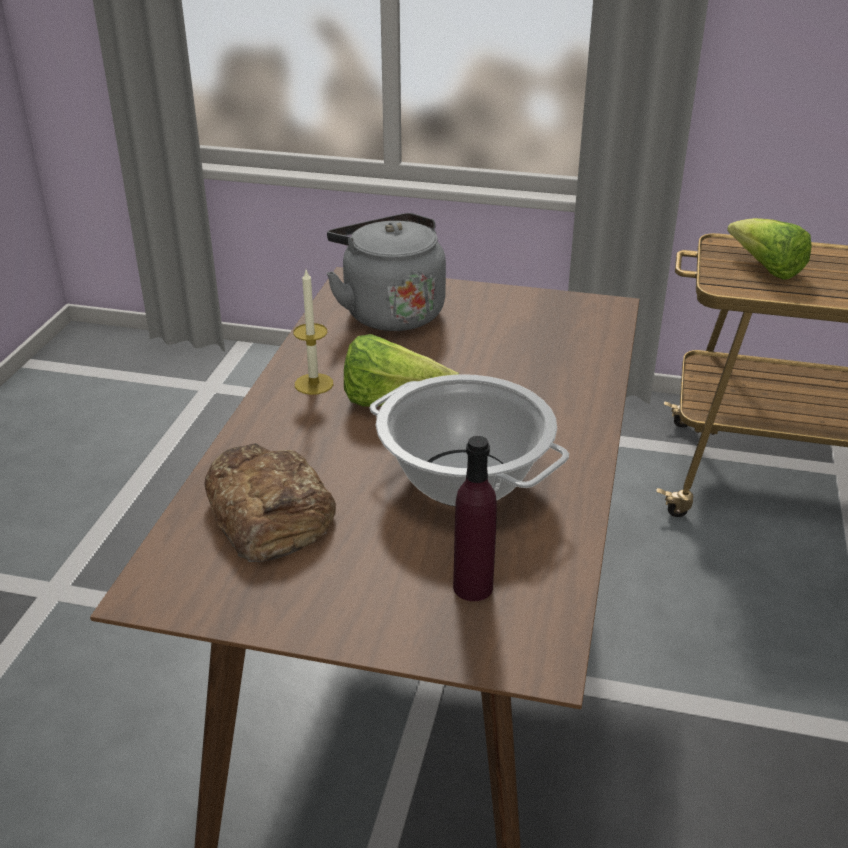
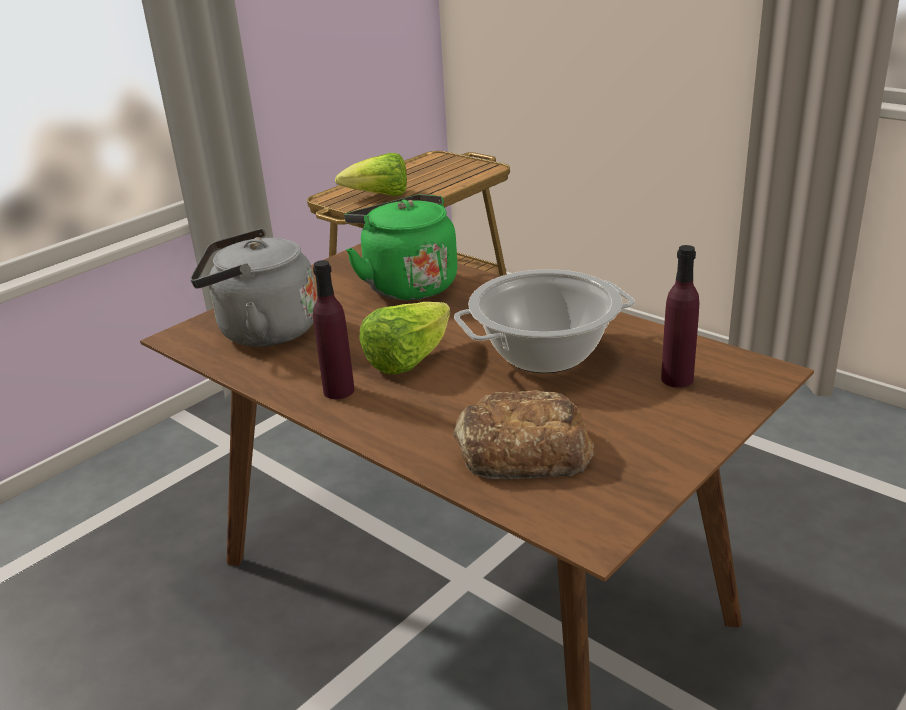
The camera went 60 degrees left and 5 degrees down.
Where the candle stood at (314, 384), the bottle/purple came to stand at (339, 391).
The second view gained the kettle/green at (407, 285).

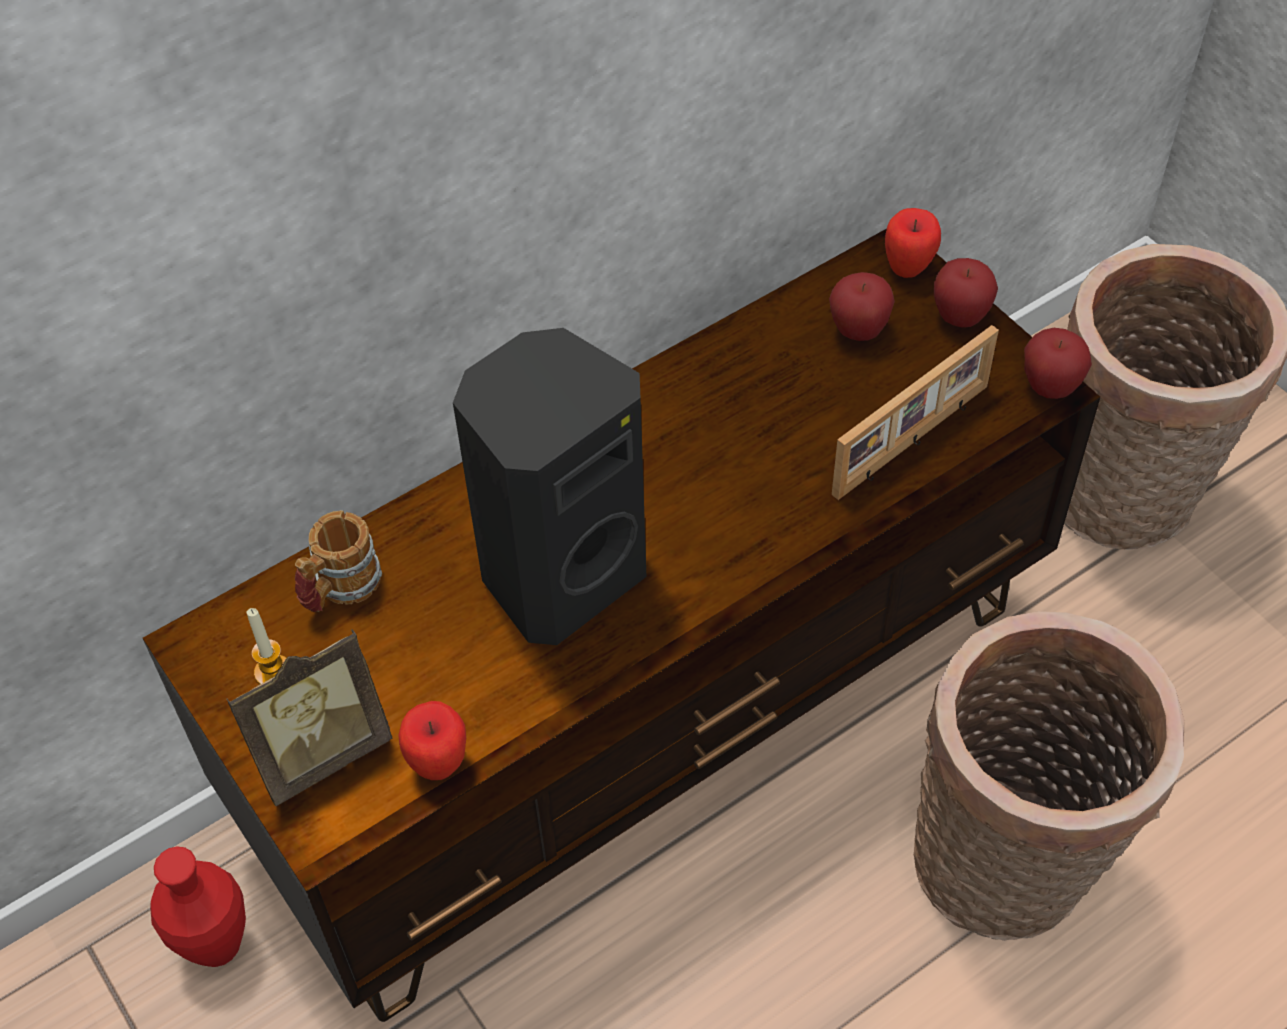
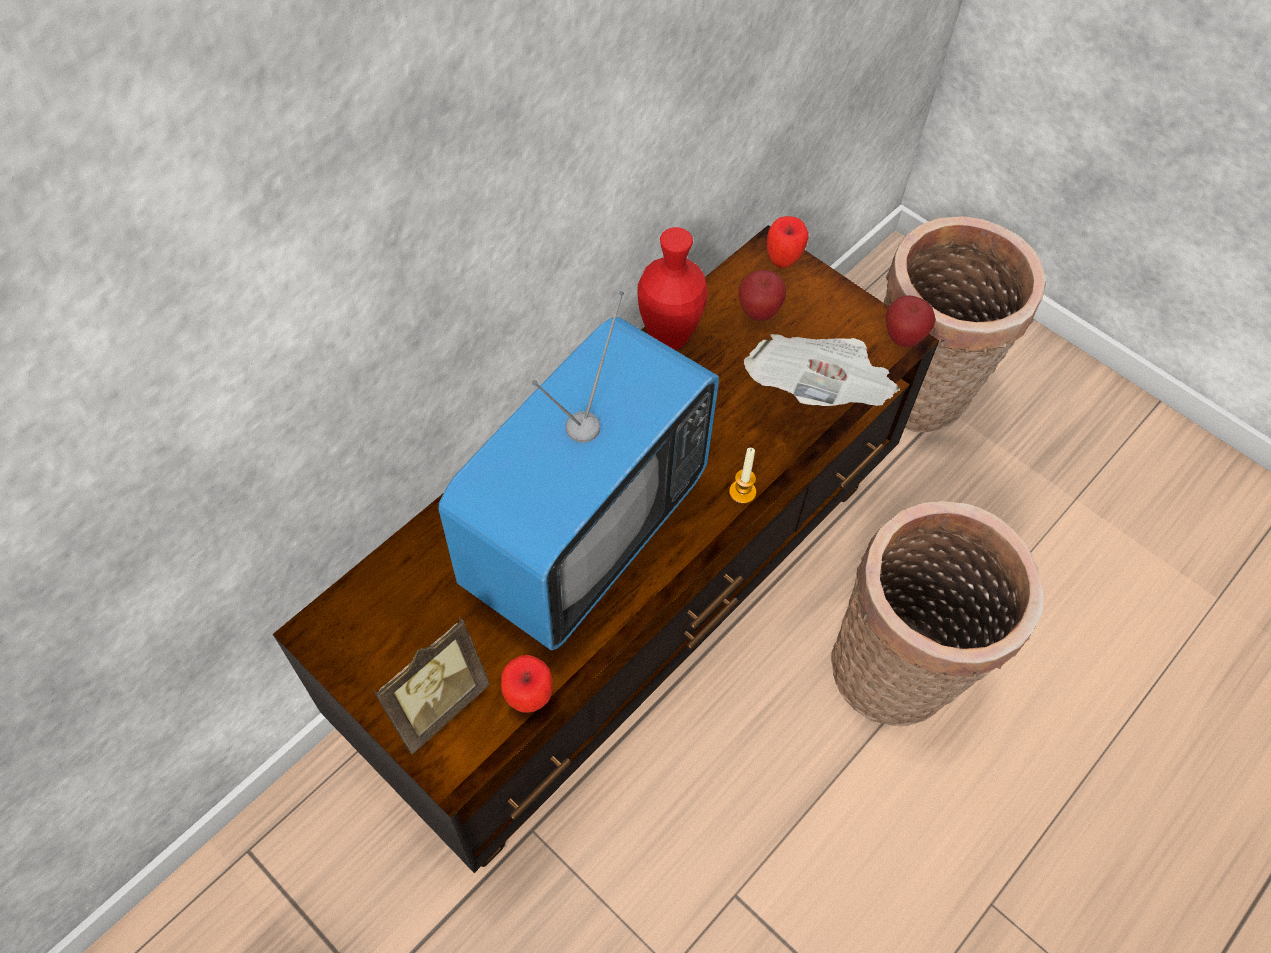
The camera went 15 degrees left and 5 degrees up.
The second view lost the apple at (960, 317).
Where the picture frame stood at (913, 441), the newspaper came to stand at (817, 392).
Where the speaker/black stood at (560, 574), the television came to stand at (585, 533).
The second view lost the mug at (340, 589).
The candle ended up elsewhere, having gone from (273, 672) to (742, 492).
The vase/red ended up elsewhere, having gone from (217, 946) to (669, 338).

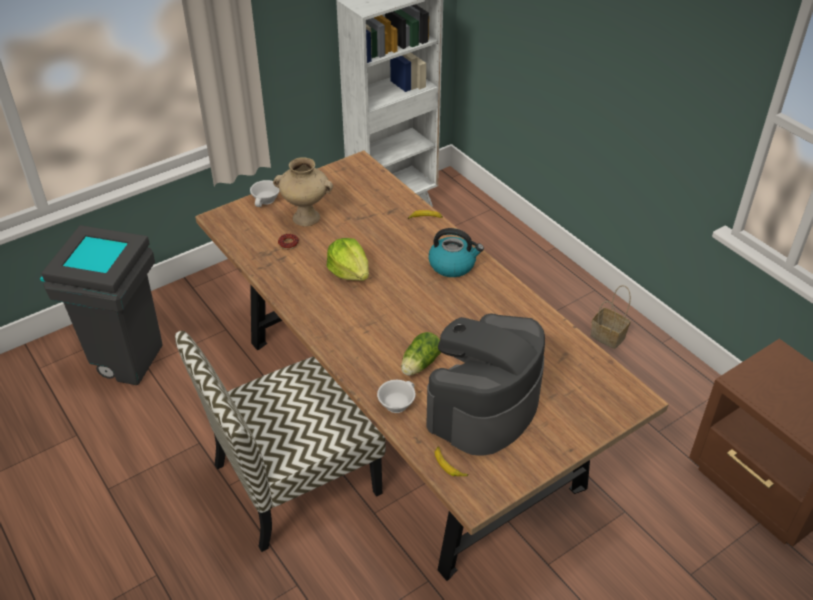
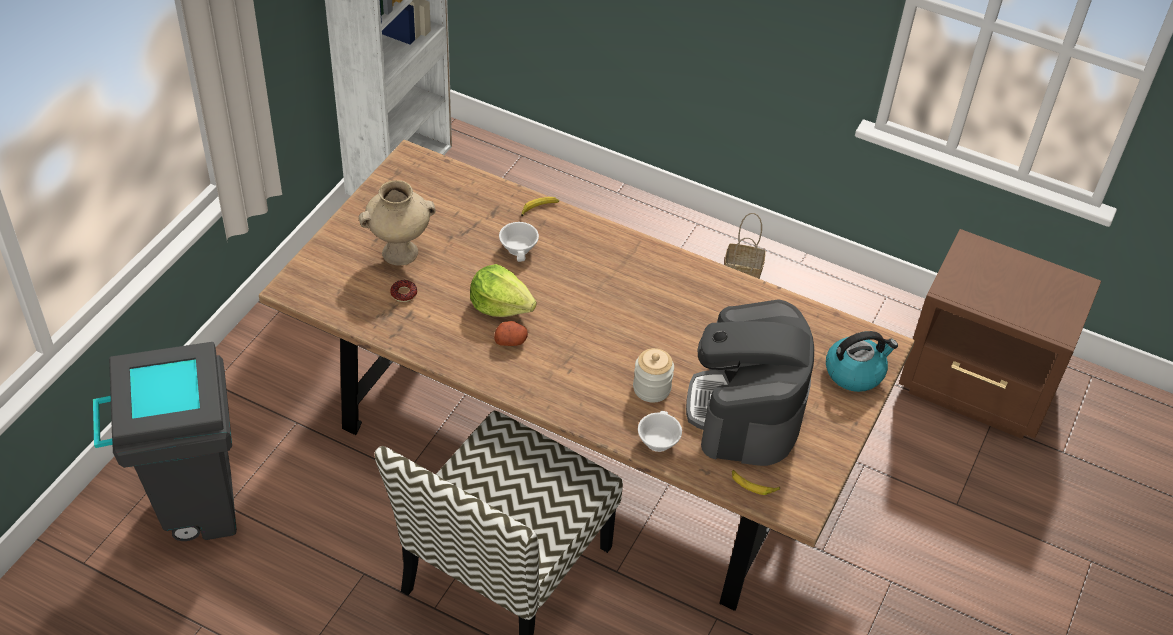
The camera went 30 degrees left and 5 degrees up.
The cup/white ended up elsewhere, having gone from (267, 200) to (520, 248).
The kettle ended up elsewhere, having gone from (453, 265) to (855, 372).
Where the lettuce stood at (419, 365), the jar came to stand at (651, 388).
The second view gained the potato at (511, 340).

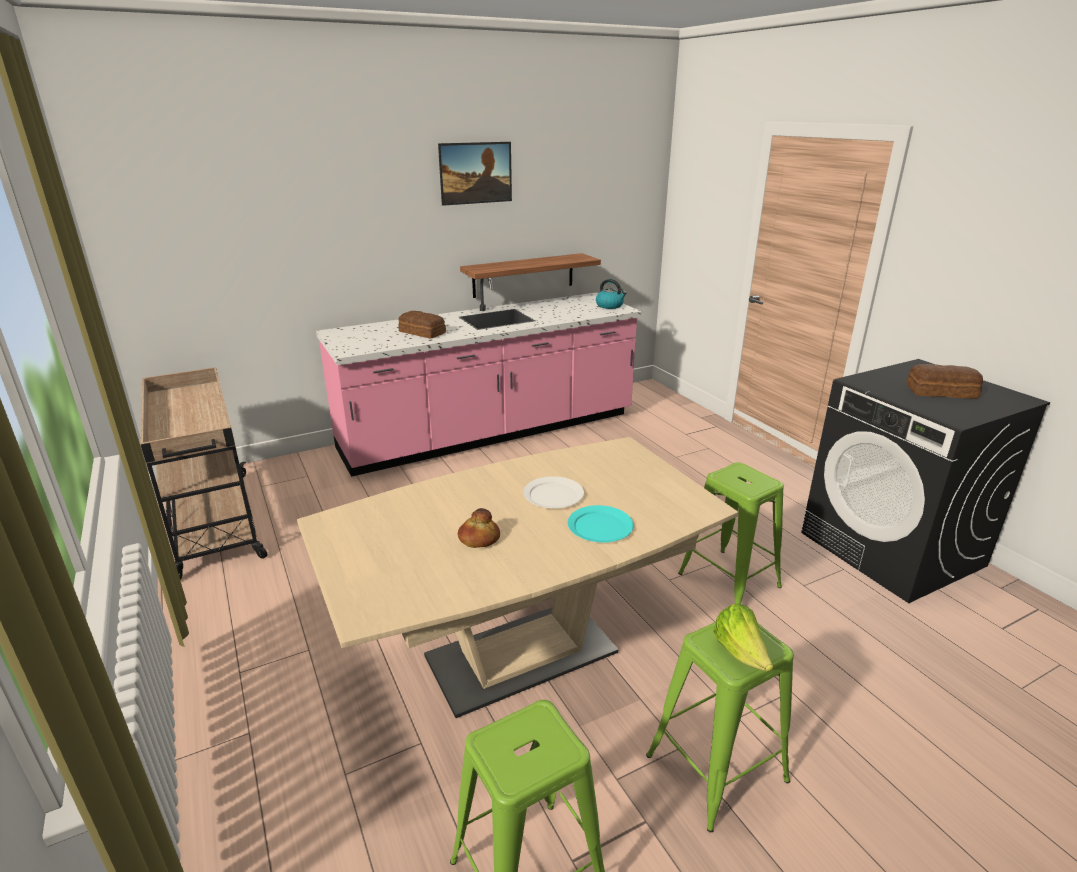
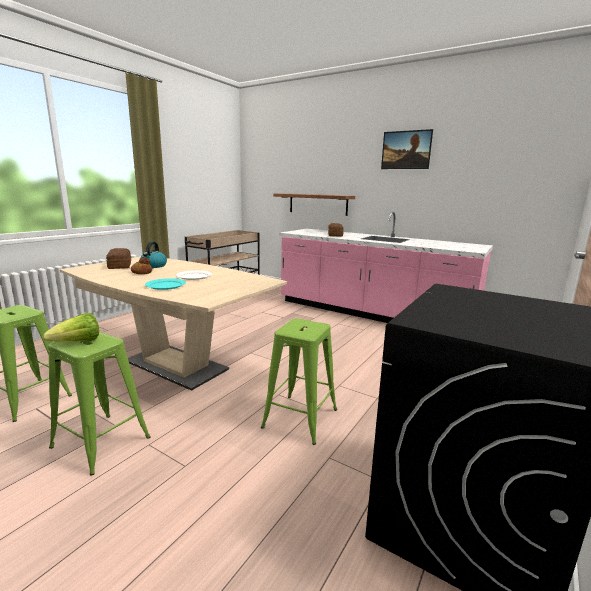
The camera went 60 degrees right and 10 degrees down.
The shelf ended up elsewhere, having gone from (523, 275) to (318, 204).
The kettle ended up elsewhere, having gone from (610, 306) to (153, 266).
The bread ended up elsewhere, having gone from (942, 392) to (119, 265).

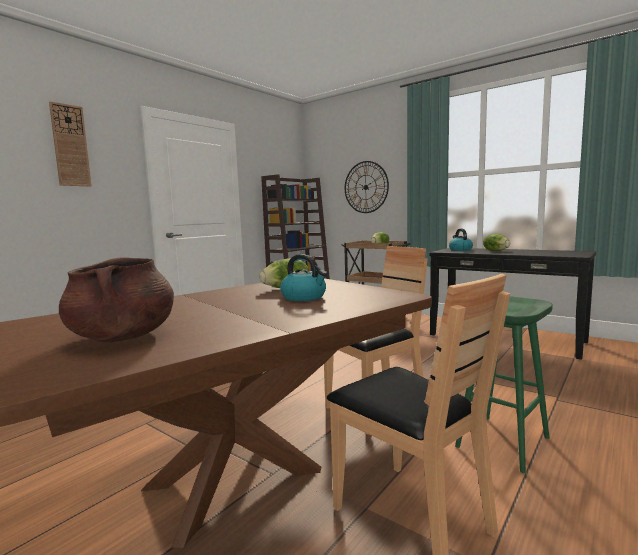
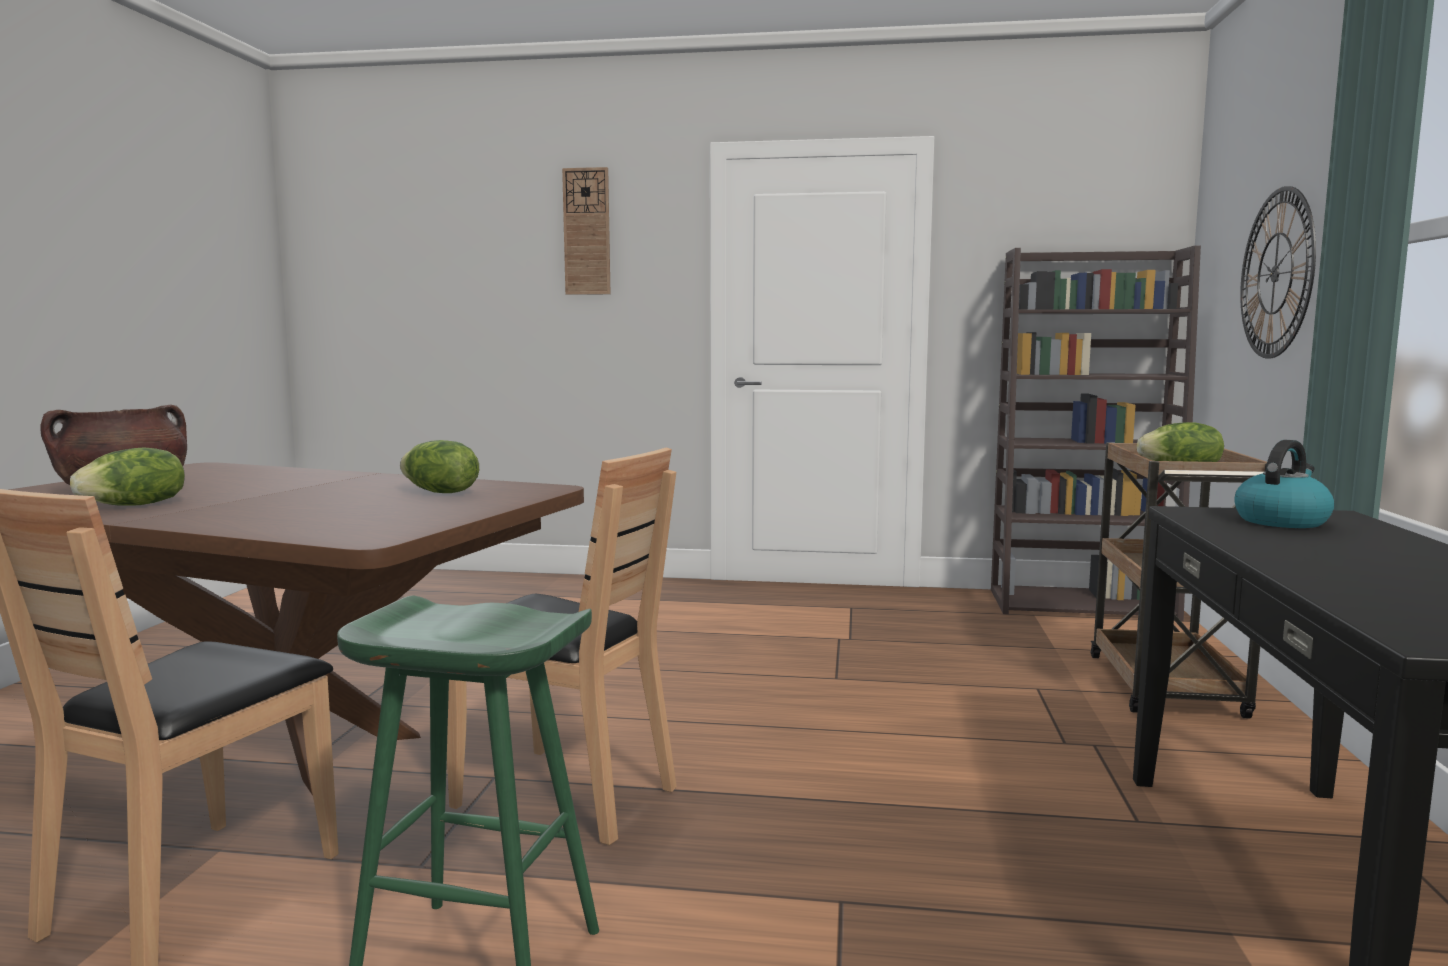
The camera went 60 degrees right and 0 degrees up.
The lettuce ended up elsewhere, having gone from (496, 251) to (136, 505).
The second view lost the kettle at (304, 297).

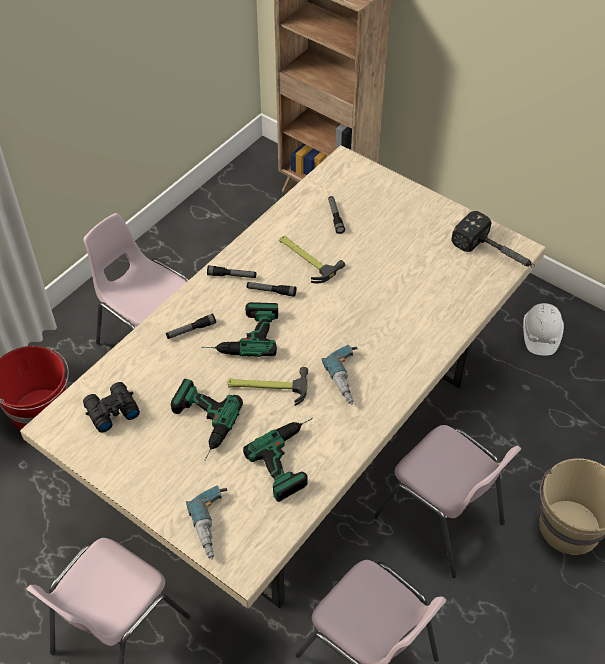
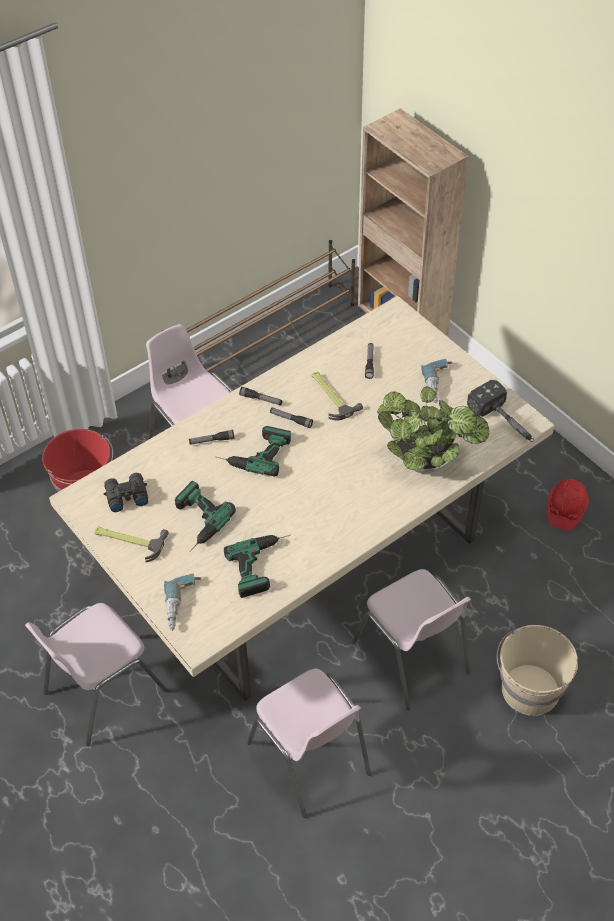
The camera went 15 degrees right and 0 degrees up.
What was the hard hat/white at (540, 335) turned into the hard hat/red at (565, 509).
The power drill ended up elsewhere, having gone from (349, 378) to (440, 385).
The hammer ended up elsewhere, having gone from (267, 387) to (129, 540).
The second view gained the shoe rack/brown at (264, 339).
The second view gained the potted plant at (428, 462).

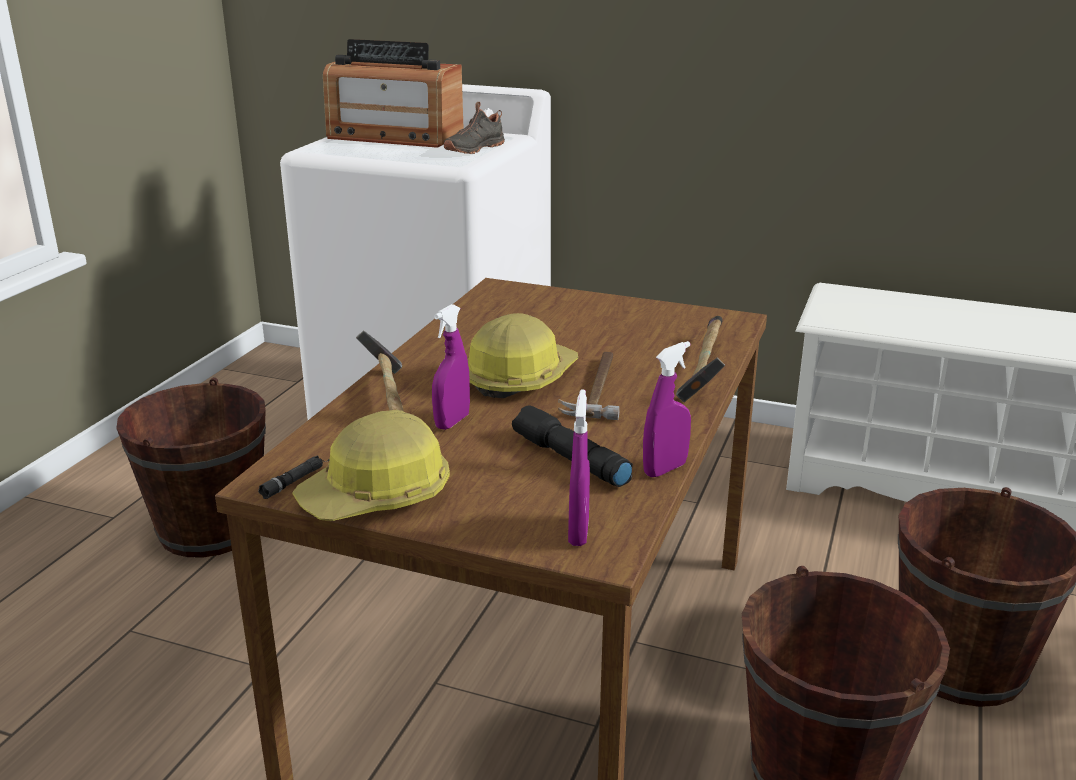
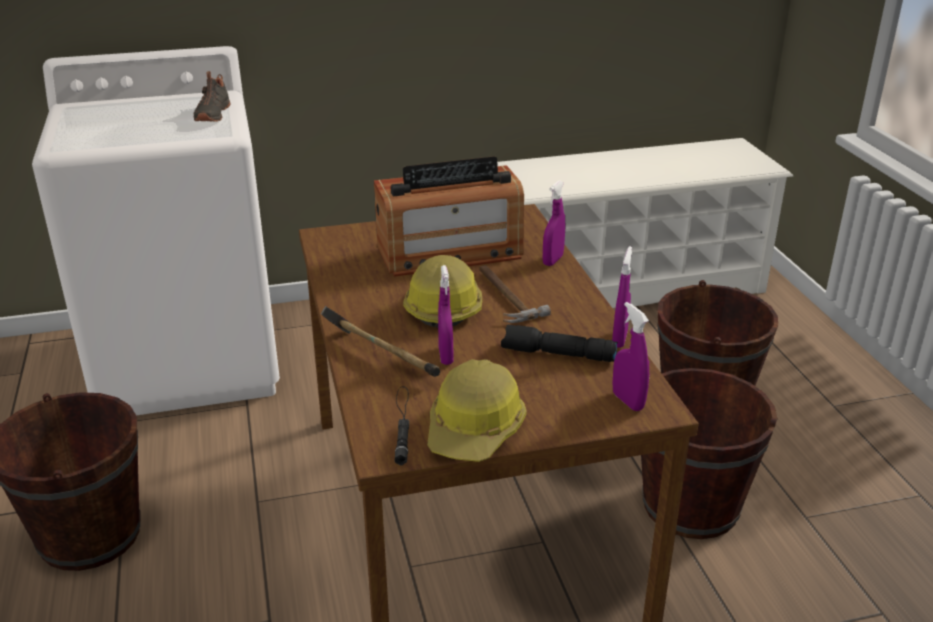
The camera went 35 degrees left and 5 degrees up.
The radio ended up elsewhere, having gone from (394, 136) to (449, 253).
Where the hammer stood at (703, 371), the spray bottle/purple came to stand at (553, 260).

